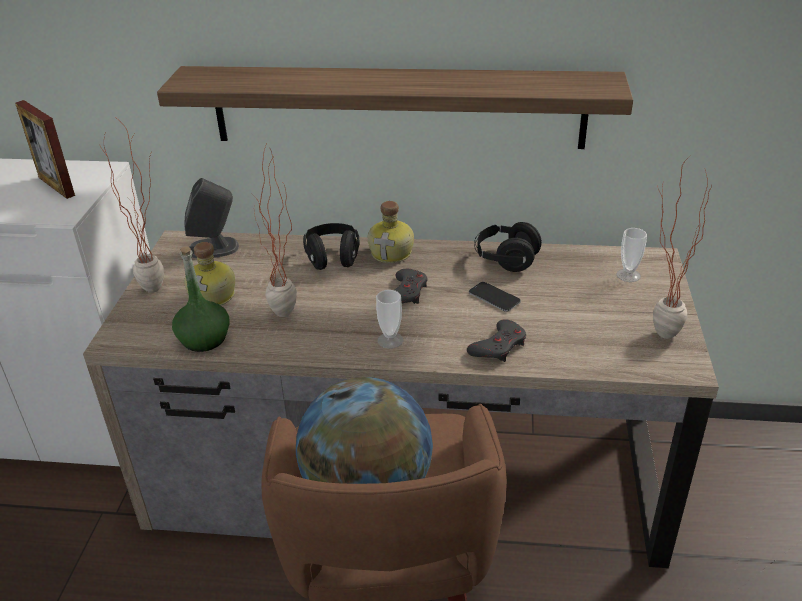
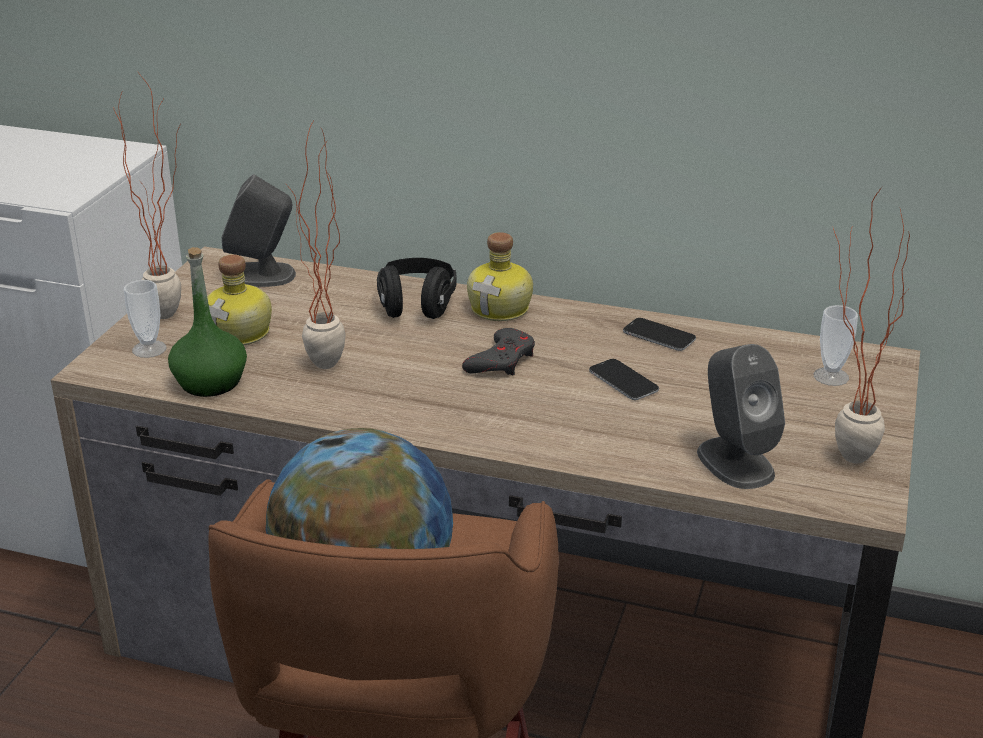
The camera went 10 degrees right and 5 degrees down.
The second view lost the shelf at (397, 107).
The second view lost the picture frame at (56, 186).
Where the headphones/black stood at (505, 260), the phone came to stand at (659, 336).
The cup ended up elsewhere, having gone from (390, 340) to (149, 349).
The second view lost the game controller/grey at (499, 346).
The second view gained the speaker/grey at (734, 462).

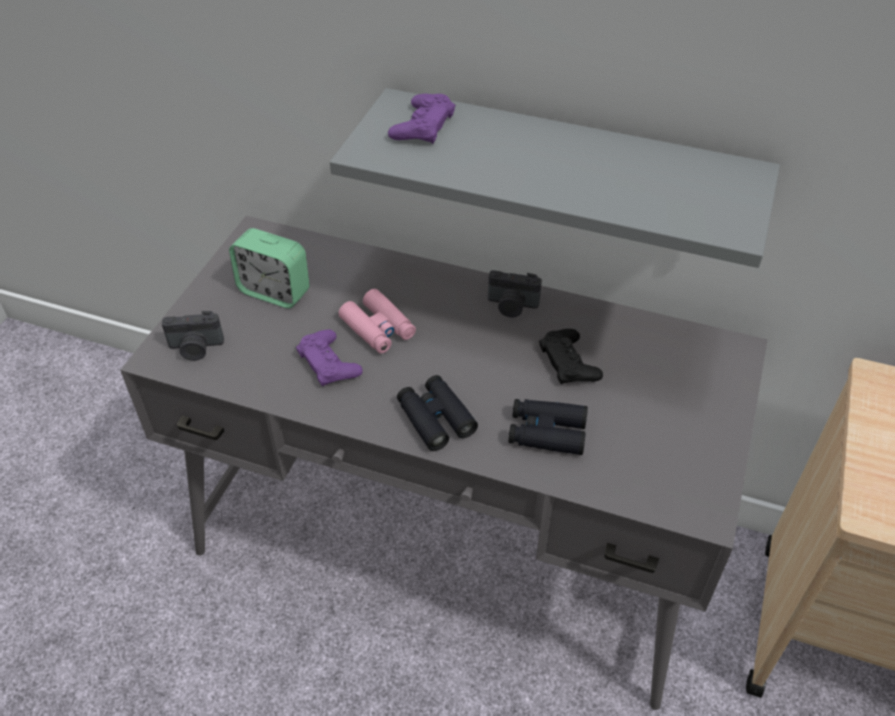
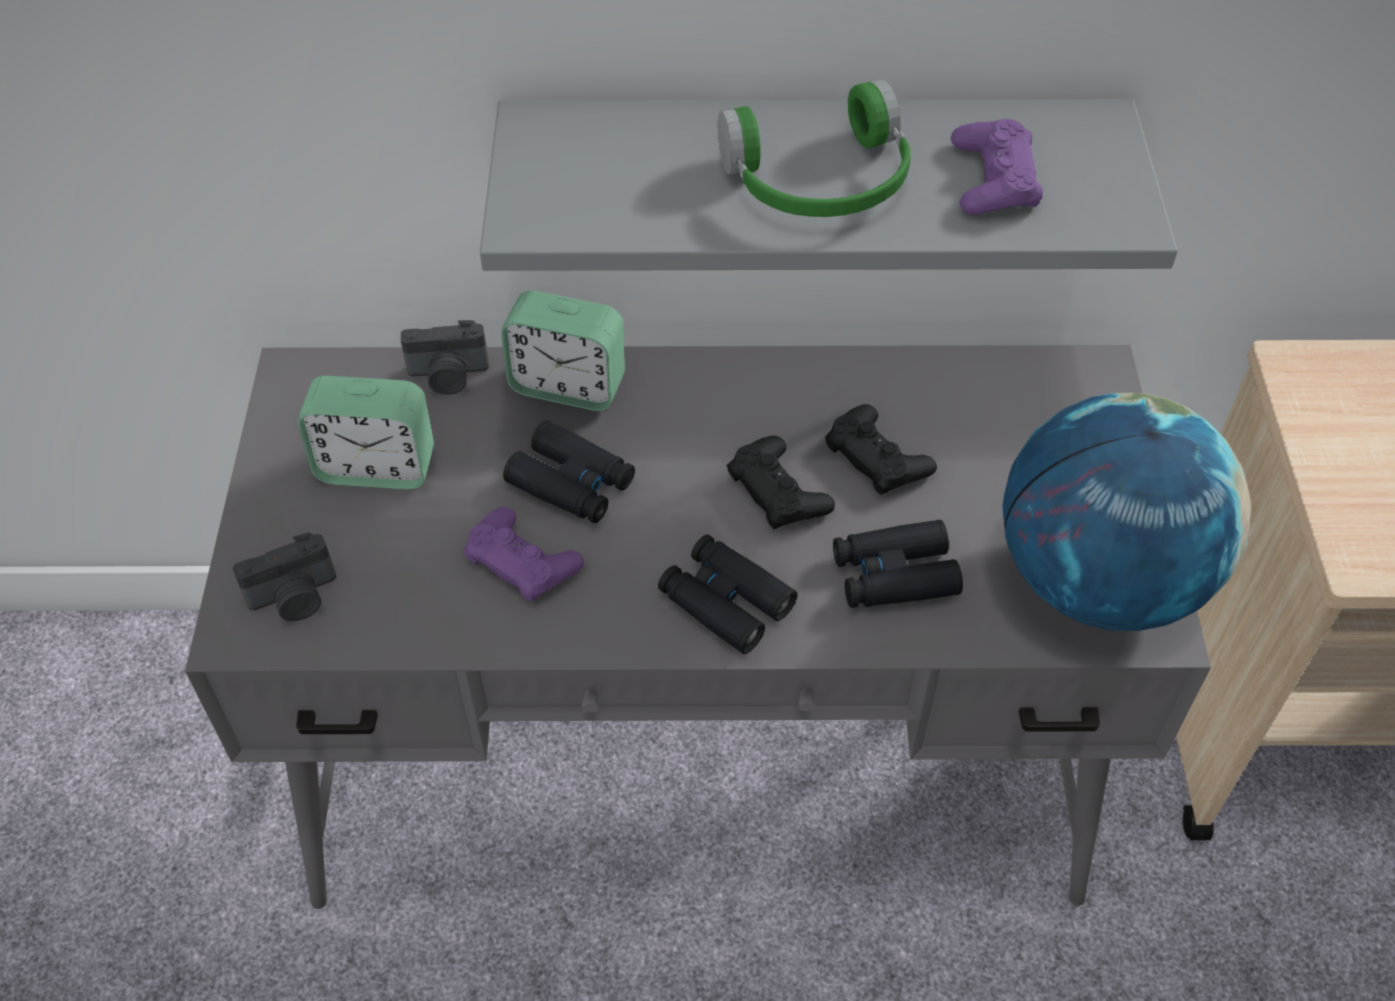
The camera went 20 degrees left and 5 degrees up.
The game controller/purple ended up elsewhere, having gone from (422, 126) to (993, 179).
The photo camera ended up elsewhere, having gone from (511, 306) to (448, 376).
What was the binoculars/pink at (378, 328) turned into the binoculars/black at (571, 483).
The second view gained the headphones/green at (820, 181).
The second view gained the alarm clock at (568, 385).
The second view gained the globe at (1098, 580).
The second view gained the game controller/black at (778, 490).

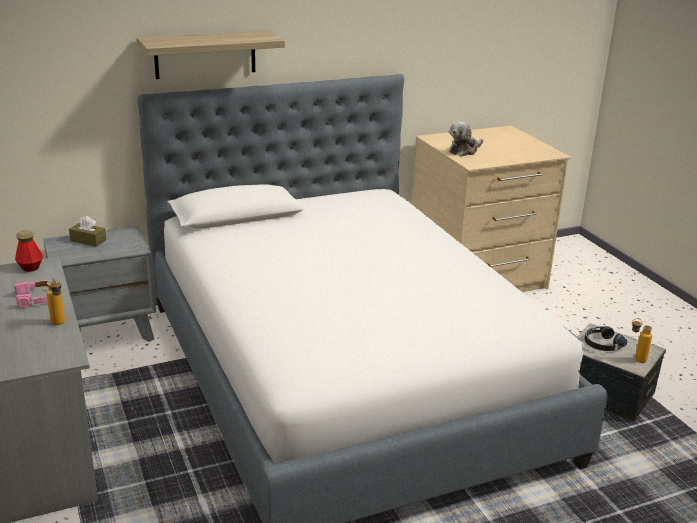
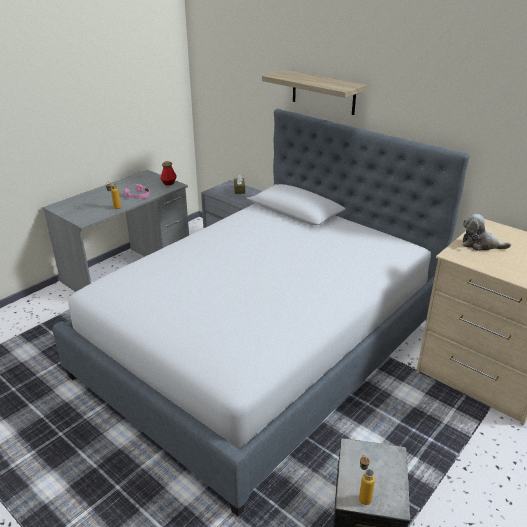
The camera went 65 degrees right and 5 degrees up.
The second view lost the headphones/black at (602, 344).

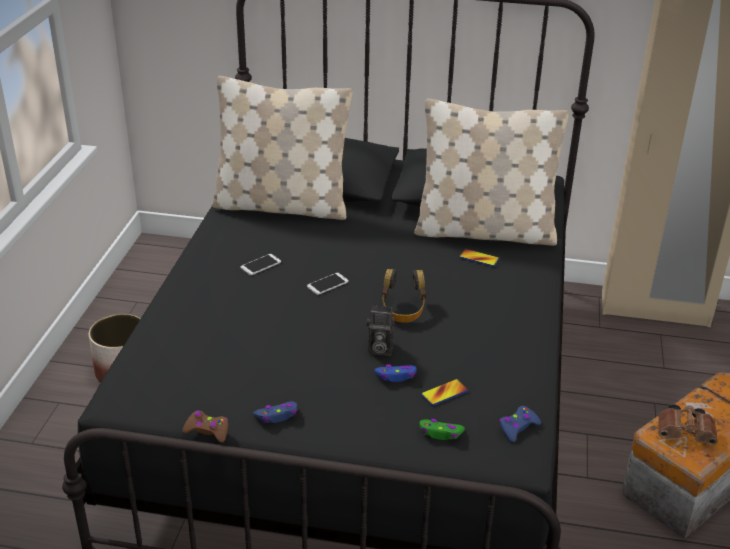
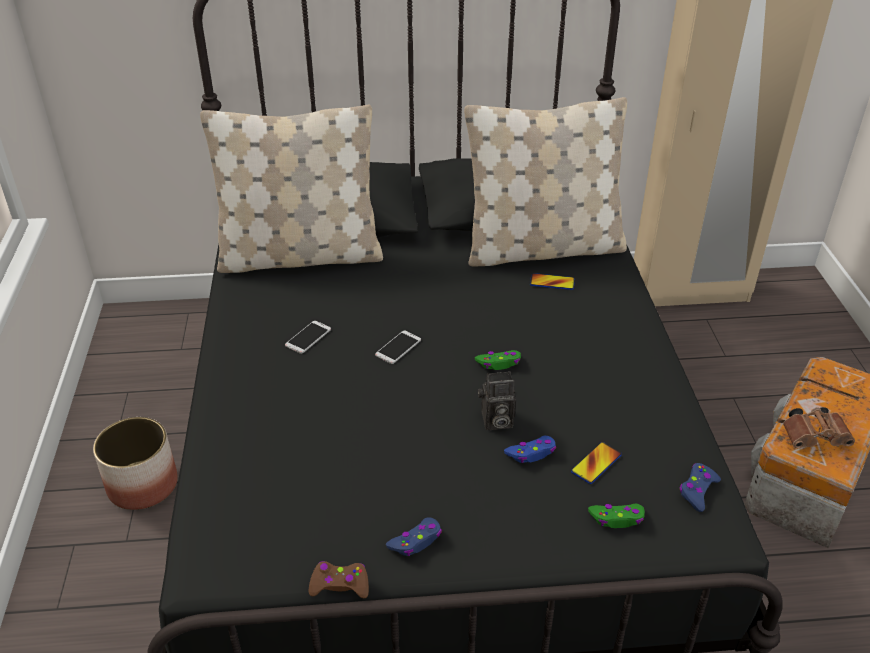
The camera went 15 degrees left and 5 degrees up.
Where the headphones stood at (403, 309), the game controller/green came to stand at (499, 363).

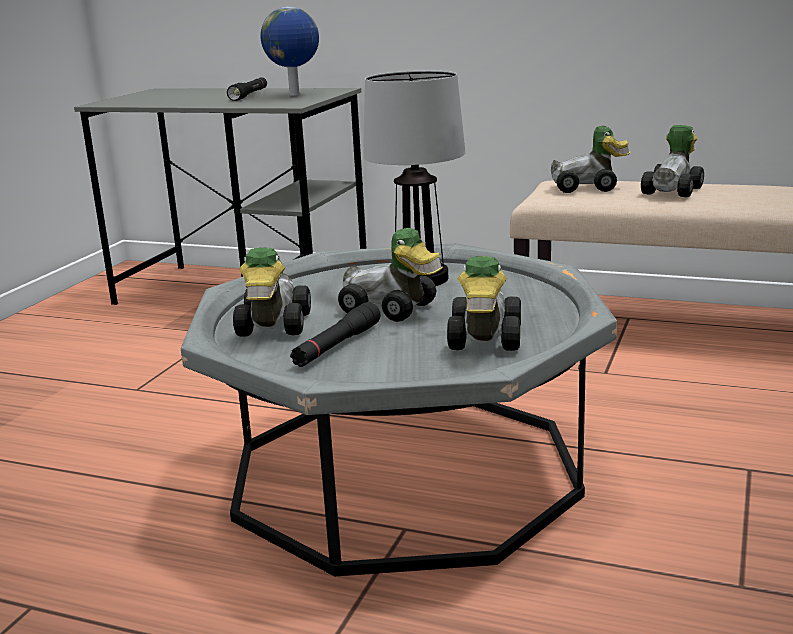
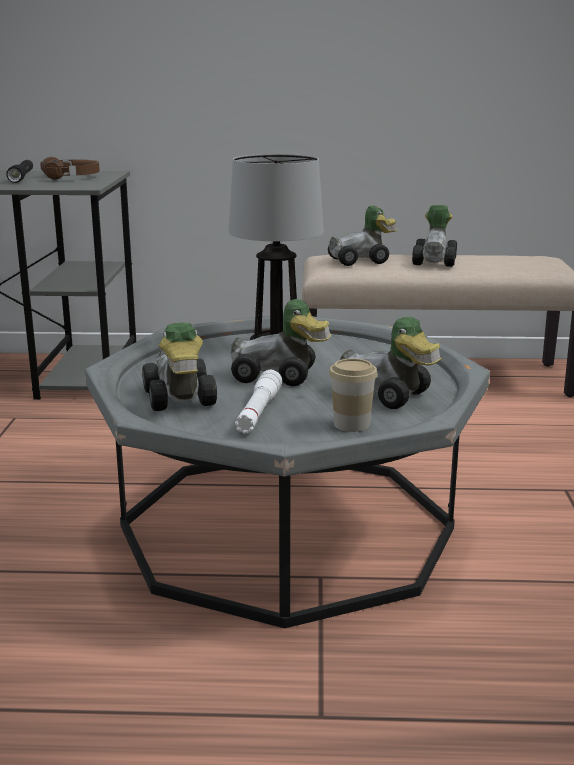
The camera went 20 degrees left and 0 degrees up.
Where the globe stood at (295, 95), the headphones/brown came to stand at (71, 177).
The toy car at (482, 340) ended up facing another way, 45 degrees counterclockwise from before.
What was the flashlight/black at (337, 346) turned into the flashlight/white at (258, 412).
The second view gained the cup at (351, 424).

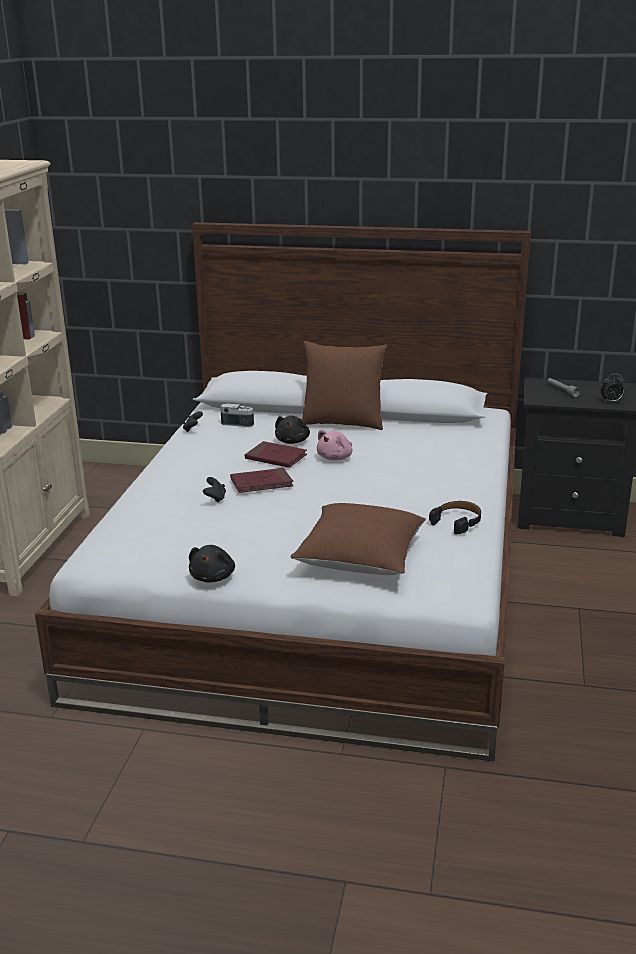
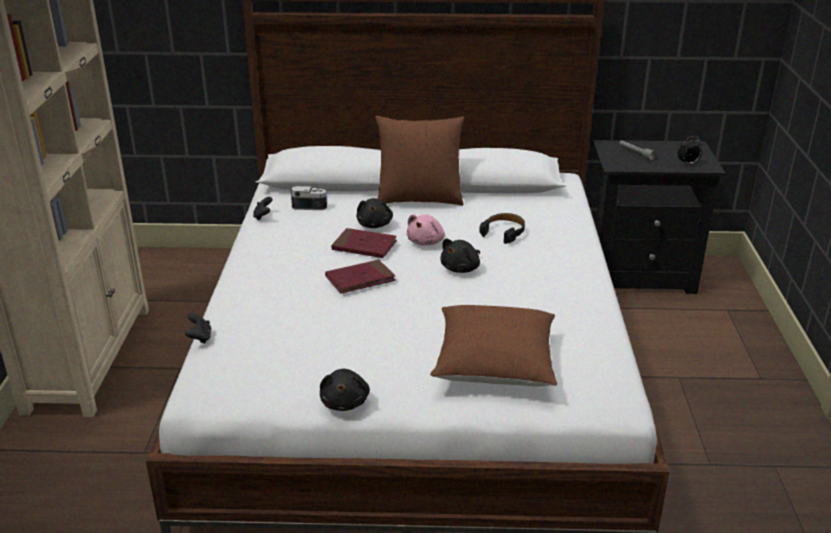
The camera went 10 degrees left and 5 degrees up.
The game controller/black ended up elsewhere, having gone from (215, 498) to (200, 338).
The headphones/black ended up elsewhere, having gone from (457, 522) to (504, 232).
The second view gained the plush toy/black at (461, 268).

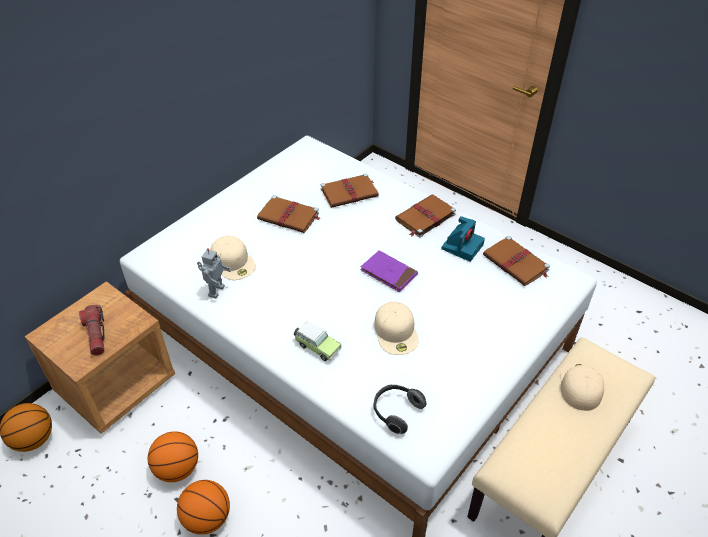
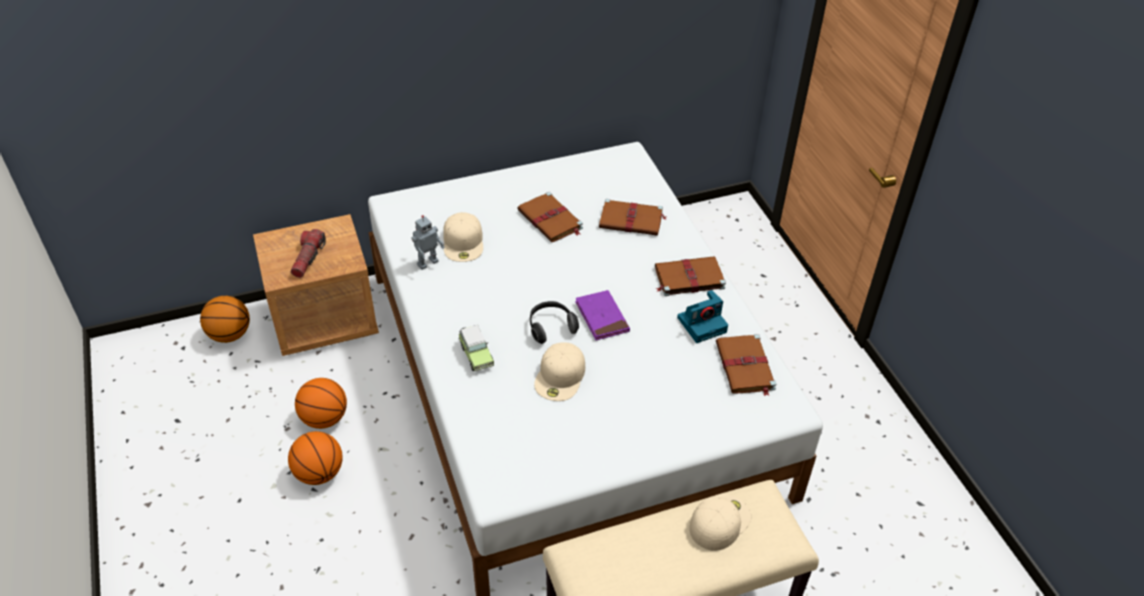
The camera went 30 degrees right and 0 degrees up.
The headphones ended up elsewhere, having gone from (396, 411) to (551, 327).

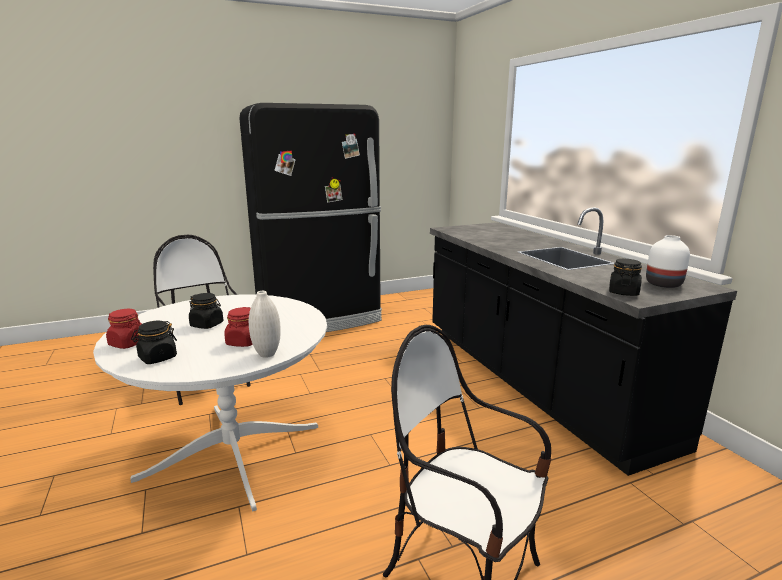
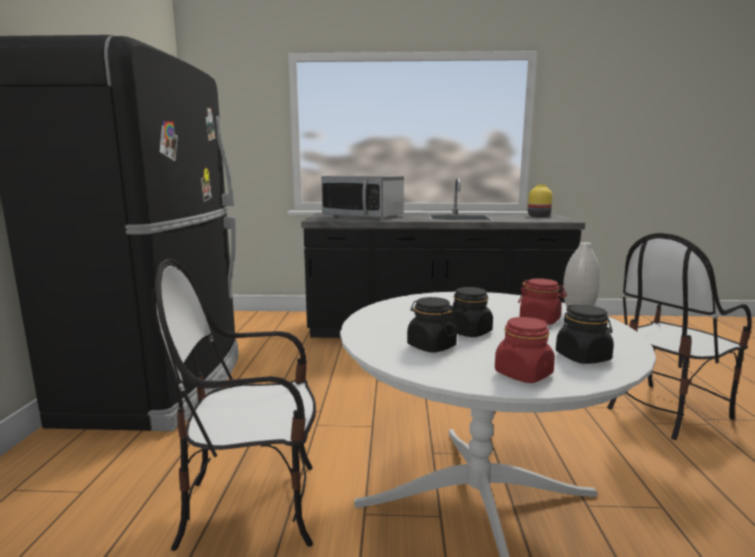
The camera went 65 degrees left and 5 degrees down.
What was the vase/white at (664, 284) turned into the vase/yellow at (539, 216).
The jar/black ended up elsewhere, having gone from (623, 292) to (431, 346).
The second view gained the microwave at (363, 216).

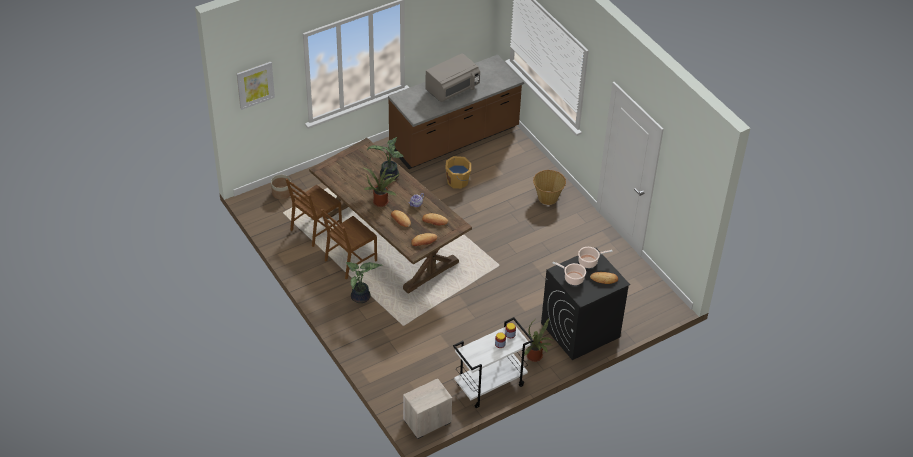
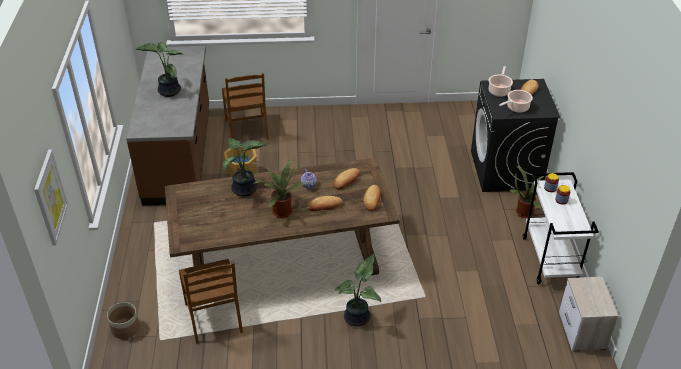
The camera went 60 degrees left and 5 degrees down.
Where the microwave/grey stood at (452, 89), the potted plant came to stand at (168, 91).
The second view lost the basket at (547, 197).
The chair/brown ended up elsewhere, having gone from (350, 260) to (247, 129).

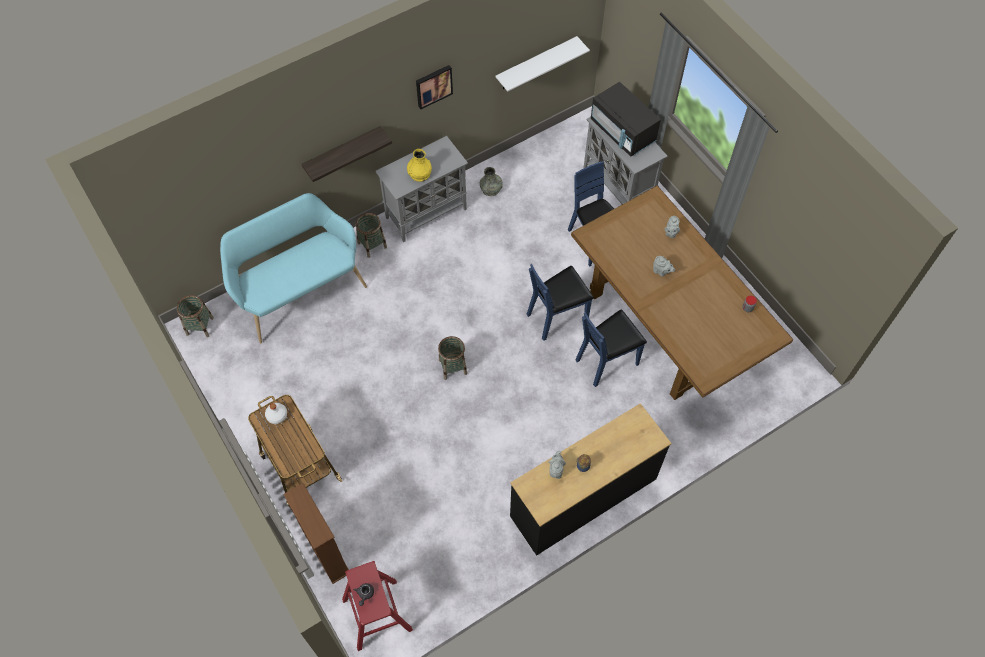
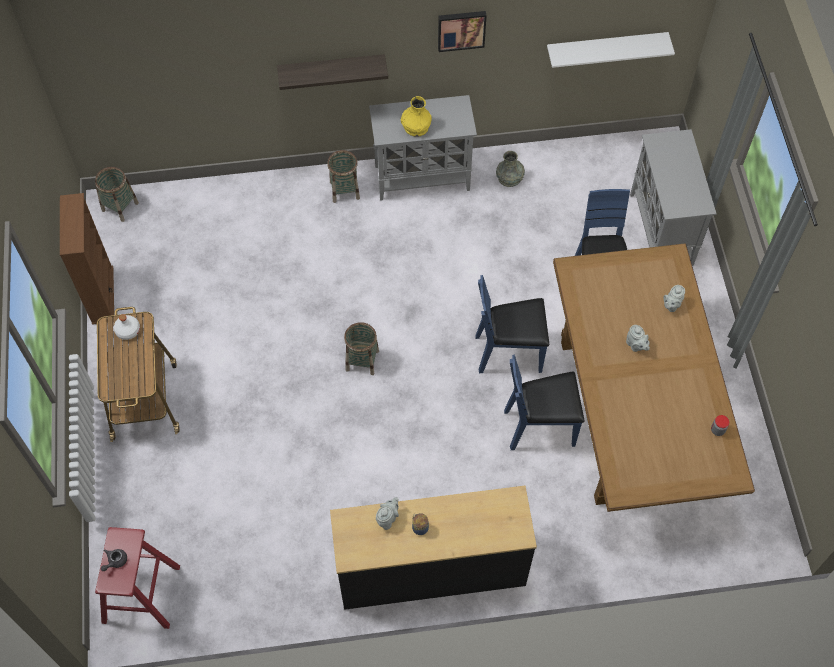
The camera went 25 degrees right and 0 degrees up.
The second view lost the microwave/black at (622, 132).
The second view lost the bench/turquoise at (299, 291).
The bookcase/brown ended up elsewhere, having gone from (327, 553) to (102, 295).

